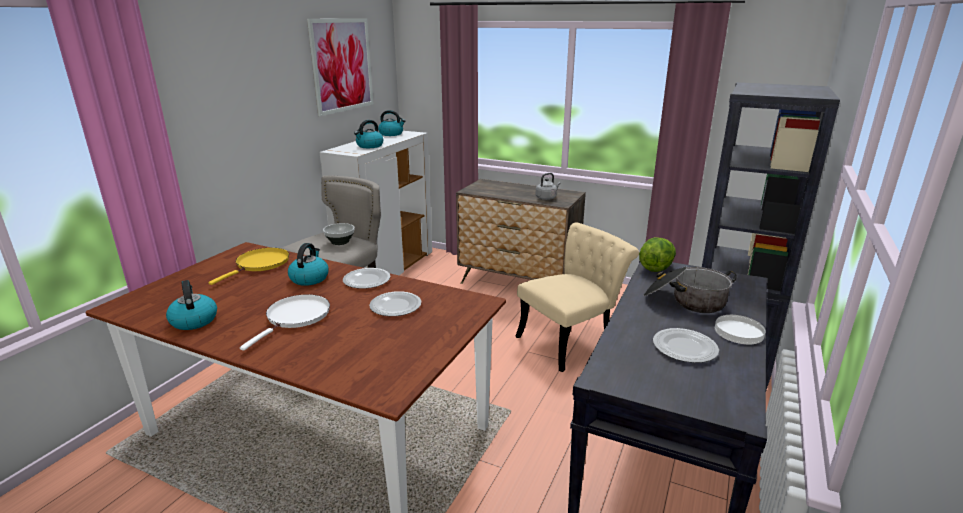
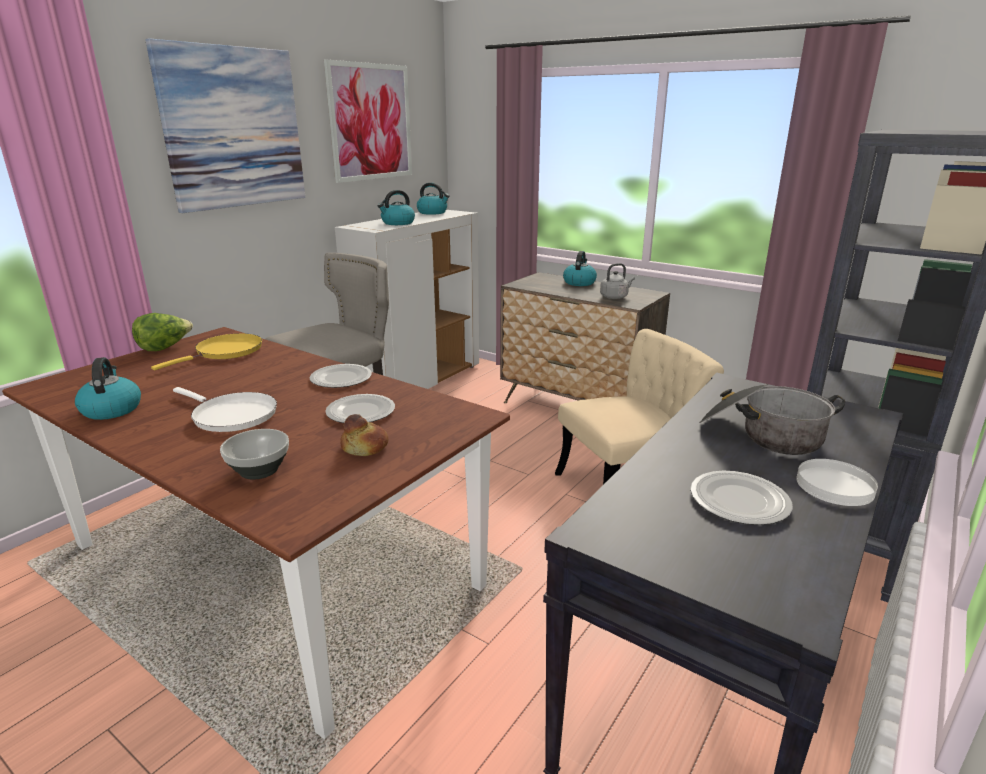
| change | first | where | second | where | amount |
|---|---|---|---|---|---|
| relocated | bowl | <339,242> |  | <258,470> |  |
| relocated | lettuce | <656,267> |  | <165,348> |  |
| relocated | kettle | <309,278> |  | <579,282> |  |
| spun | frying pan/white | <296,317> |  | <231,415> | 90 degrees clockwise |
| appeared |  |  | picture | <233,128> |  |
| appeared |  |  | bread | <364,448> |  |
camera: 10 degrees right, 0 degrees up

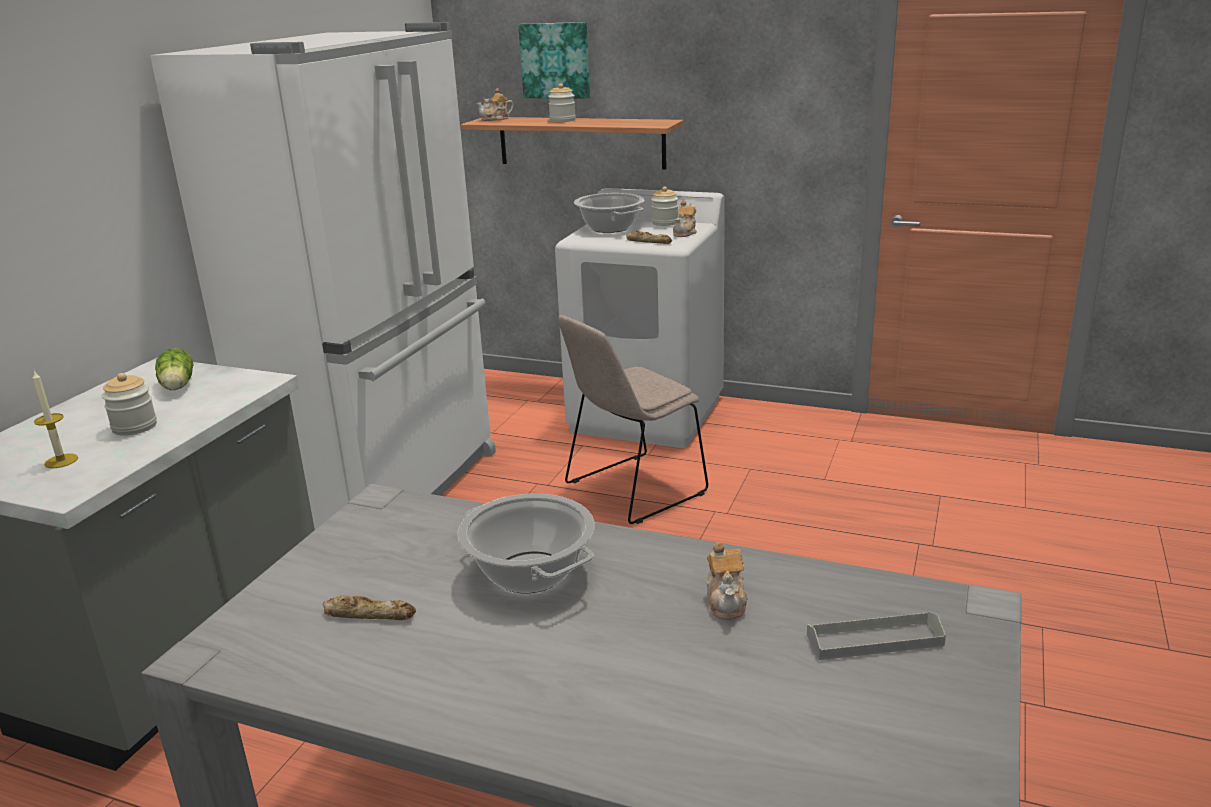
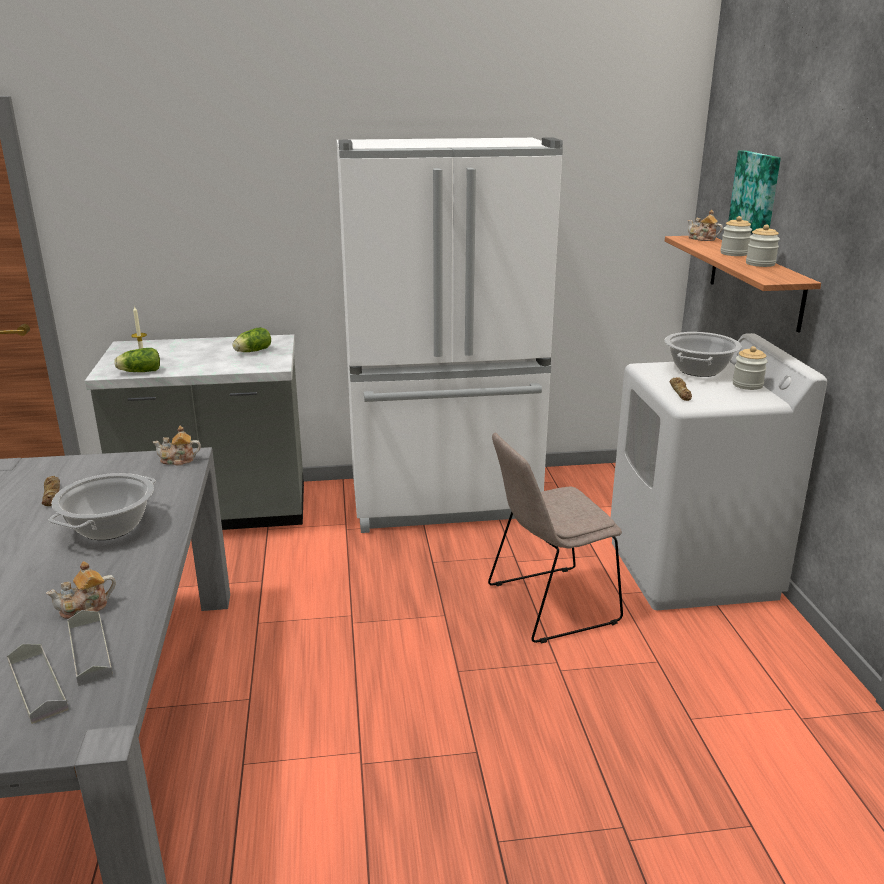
| change | first | where | second | where | amount |
|---|---|---|---|---|---|
| relocated | teapot | <685,233> |  | <178,460> |  |
| spun | chair/beige | <632,490> |  | <548,605> | 45 degrees counterclockwise |
| relocated | jar | <134,427> |  | <760,264> |  |
| appeared |  |  | lettuce | <139,372> |  |
| appeared |  |  | tray/grey | <90,651> |  |
camera: 60 degrees right, 0 degrees up

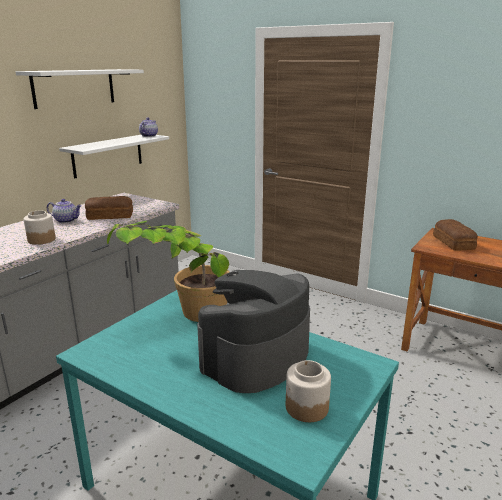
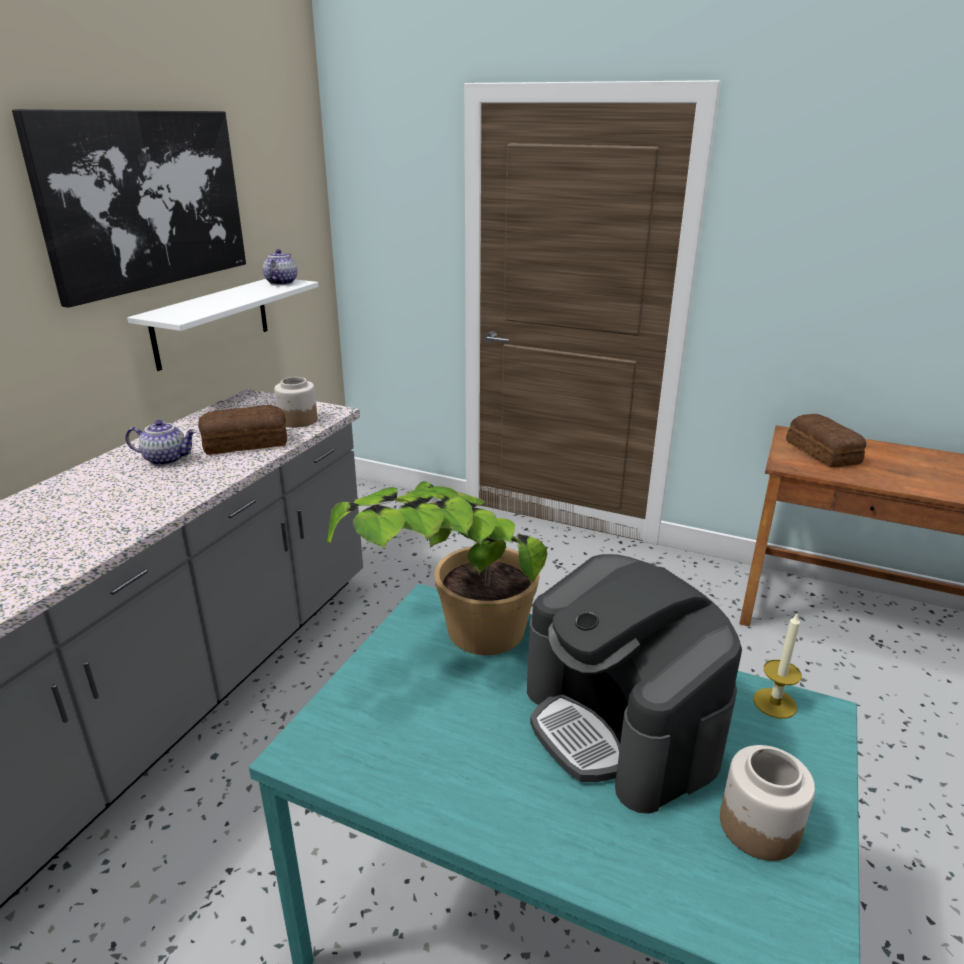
| change | first | where | second | where | amount |
|---|---|---|---|---|---|
| exchanged | shelf/white | <74,88> | picture | <146,200> |  |
| relocated | jar | <41,240> |  | <297,420> |  |
| spun | coffee machine | <255,357> |  | <621,724> | 60 degrees counterclockwise |
| appeared |  |  | candle | <774,703> |  |
camera: 10 degrees left, 5 degrees up

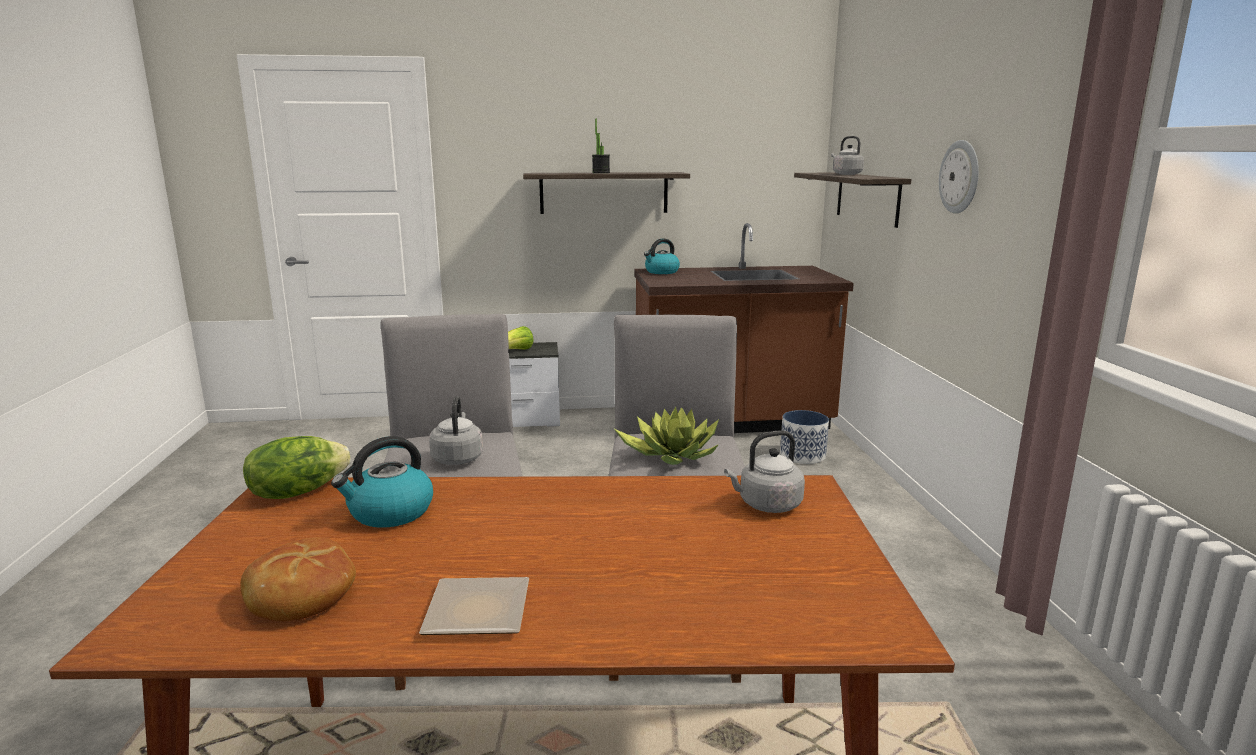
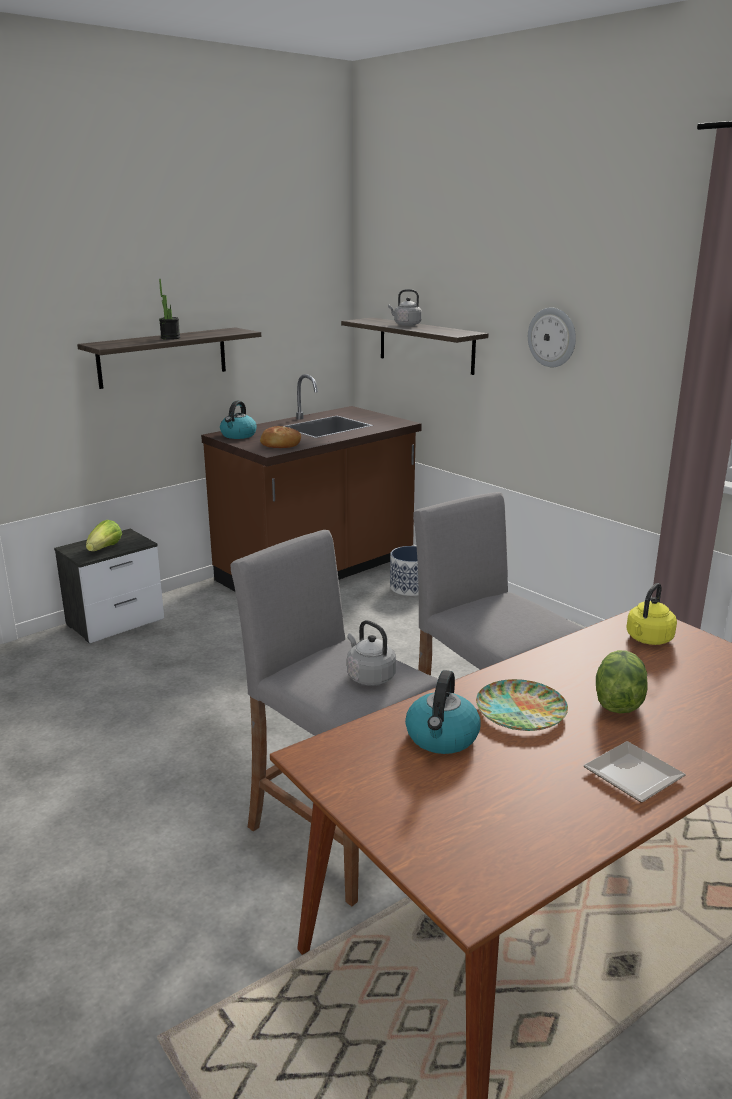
| change | first | where | second | where | amount |
|---|---|---|---|---|---|
| missing | potted plant | <671,454> |  |  |  |
| colour | kettle/grey | <767,505> | kettle/yellow | <648,639> |  |
| relocated | lettuce | <297,492> |  | <617,701> |  |
| relocated | bread | <300,595> |  | <280,445> |  |
| appeared |  |  | plate | <520,711> |  |
camera: 35 degrees left, 5 degrees up

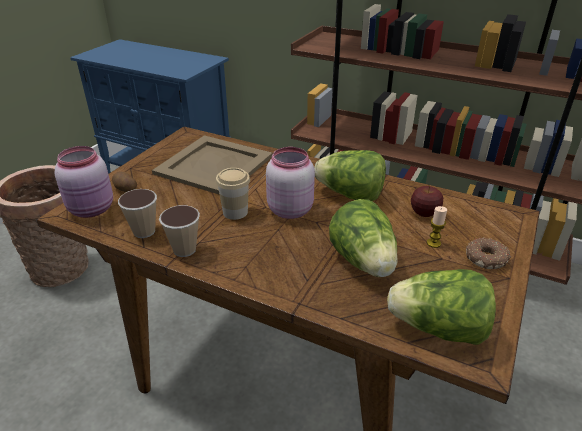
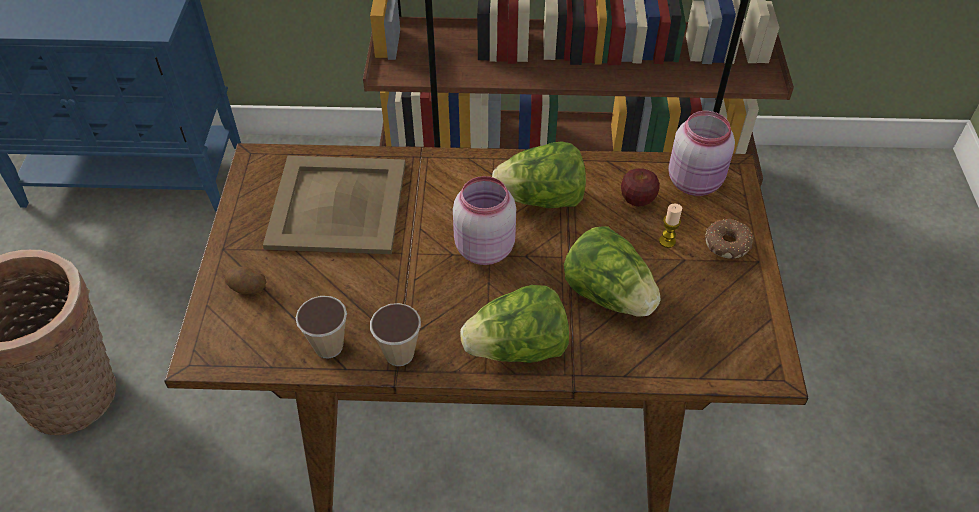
| change | first | where | second | where | amount |
|---|---|---|---|---|---|
| relocated | jar/pink | <93,209> |  | <696,182> |  |
| missing | cup | <235,212> |  |  |  |
| relocated | lettuce | <438,329> |  | <517,348> |  |
camera: 25 degrees left, 15 degrees up

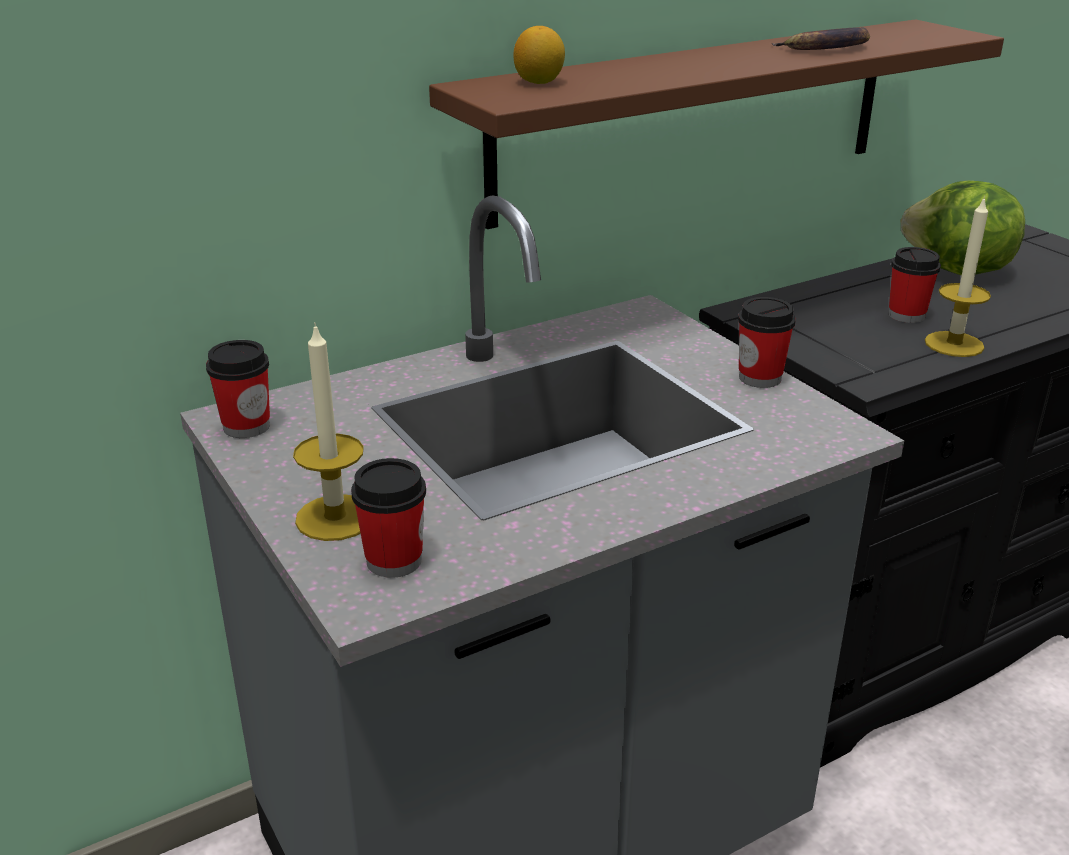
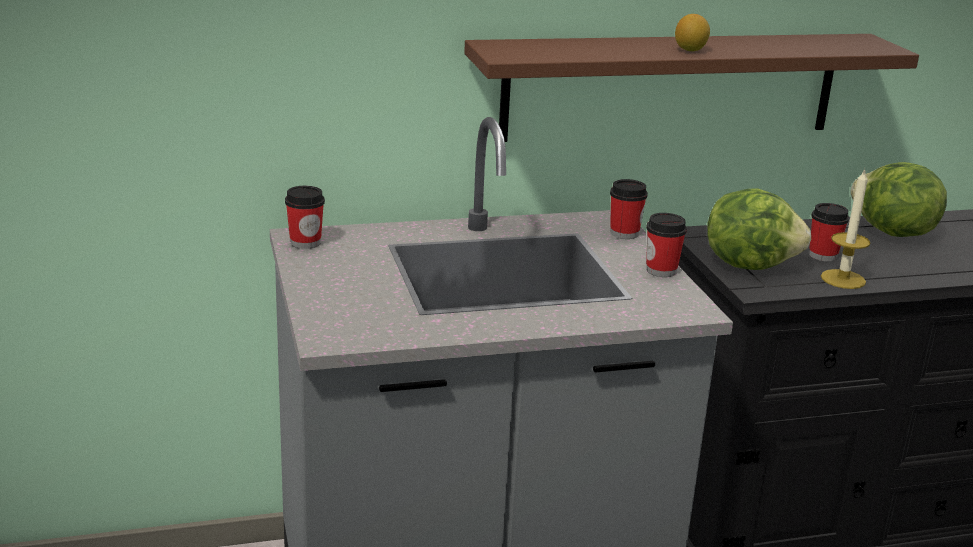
| change | first | where | second | where | amount |
|---|---|---|---|---|---|
| relocated | lemon | <539,82> |  | <690,50> |  |
| missing | banana | <827,48> |  |  |  |
| missing | candle | <335,517> |  |  |  |
| relocated | cup | <394,560> |  | <624,233> |  |
| appeared |  |  | lettuce | <749,264> |  |
camera: 15 degrees right, 5 degrees down

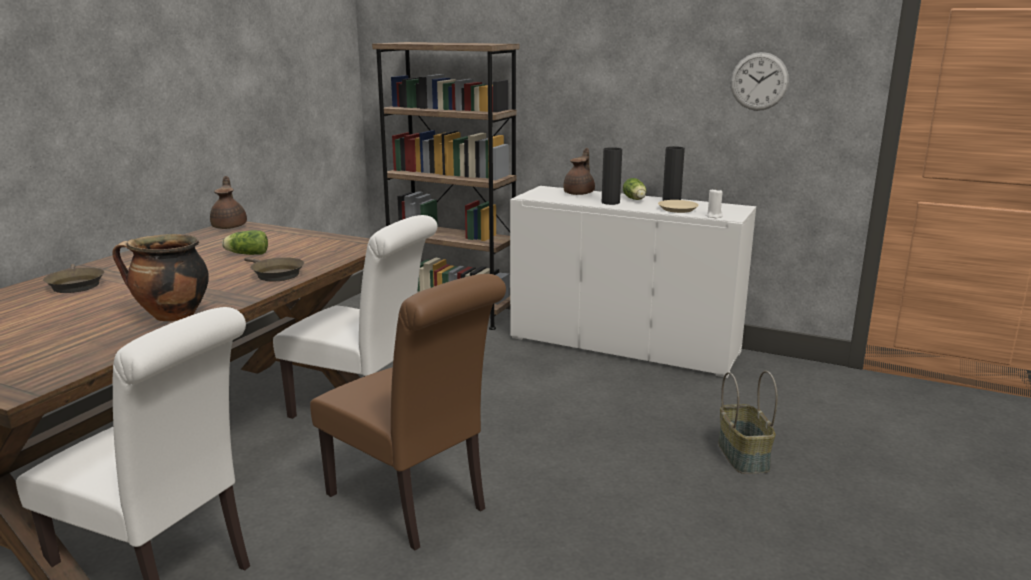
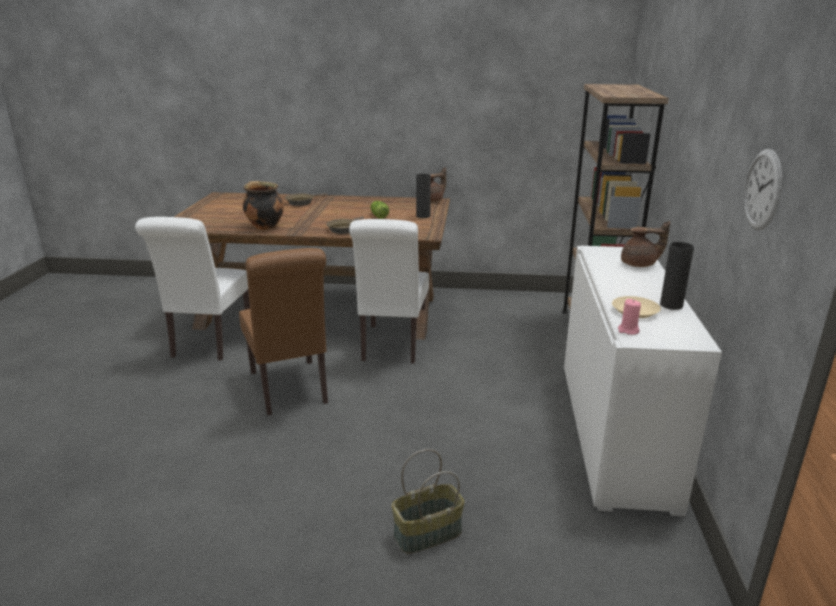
| change | first | where | second | where | amount |
|---|---|---|---|---|---|
| relocated | vase/black | <610,202> |  | <423,216> |  |
| missing | lettuce | <635,199> |  |  |  |
| colour | candle/white | <714,216> | candle/pink | <628,330> |  |
| spun | chair/brown | <413,504> |  | <290,390> | 45 degrees counterclockwise |
camera: 70 degrees right, 5 degrees up

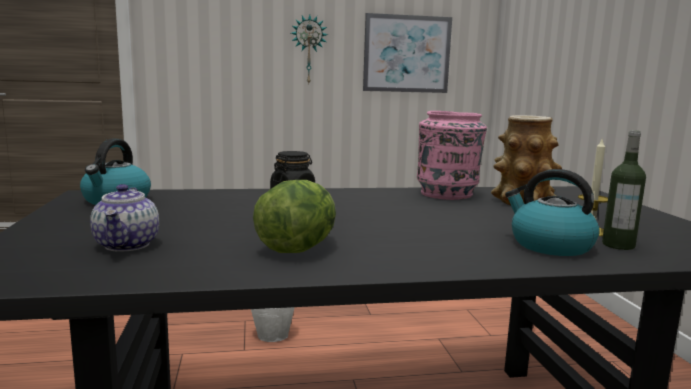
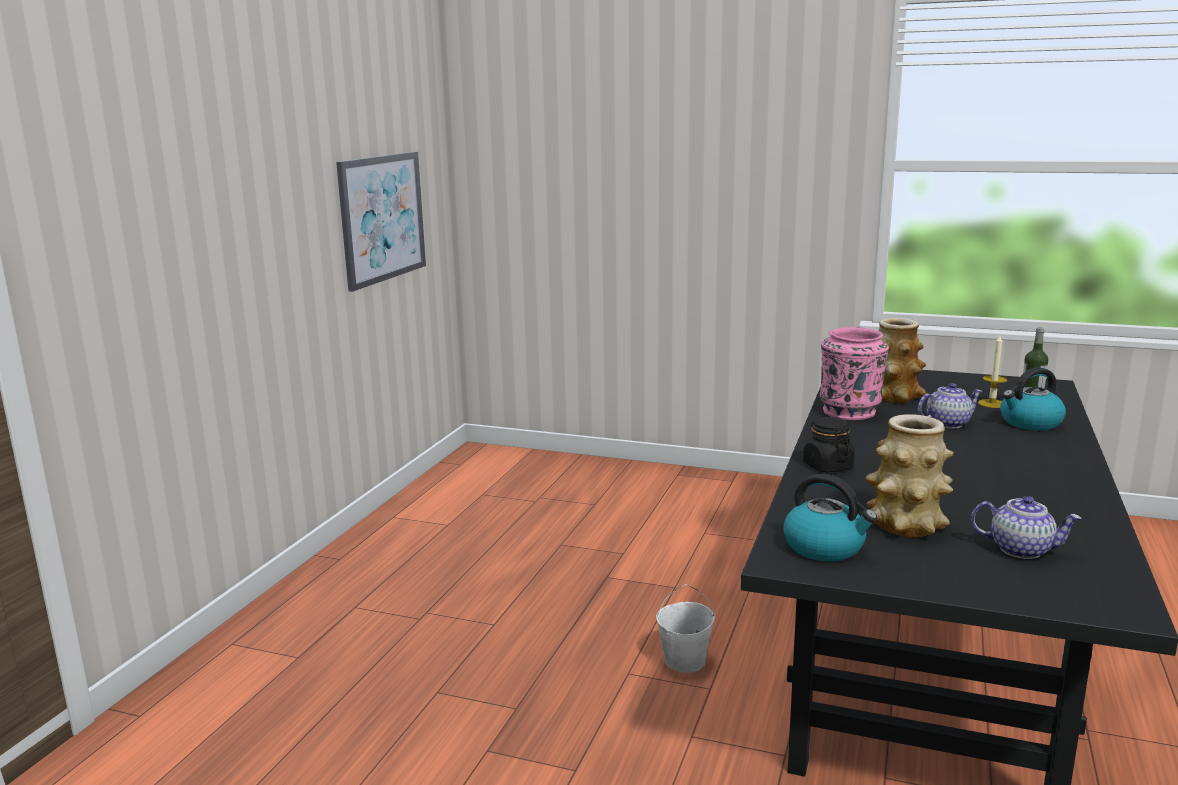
| change | first | where | second | where | amount |
|---|---|---|---|---|---|
| missing | wall clock | <308,49> |  |  |  |
| missing | lettuce | <297,248> |  |  |  |
| appeared |  |  | teapot | <948,423> |  |
| appeared |  |  | vase | <905,525> |  |
camera: 60 degrees left, 5 degrees up

